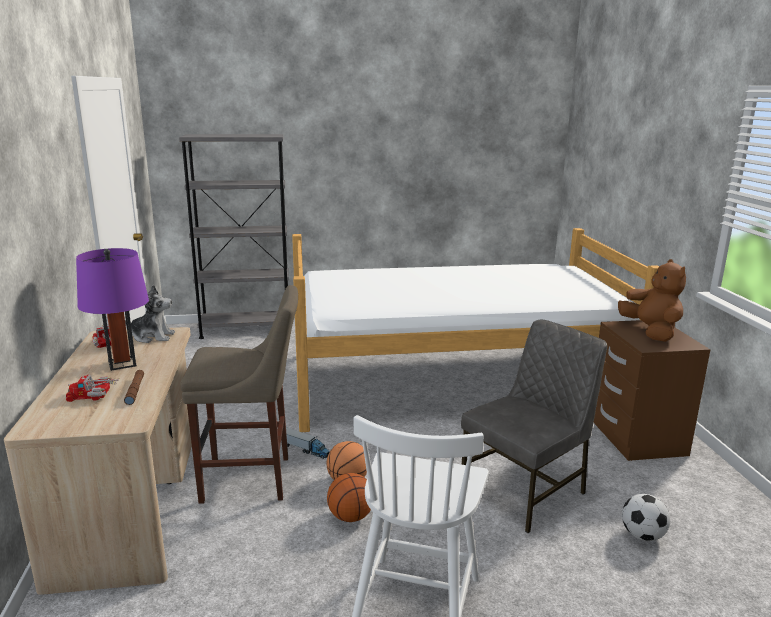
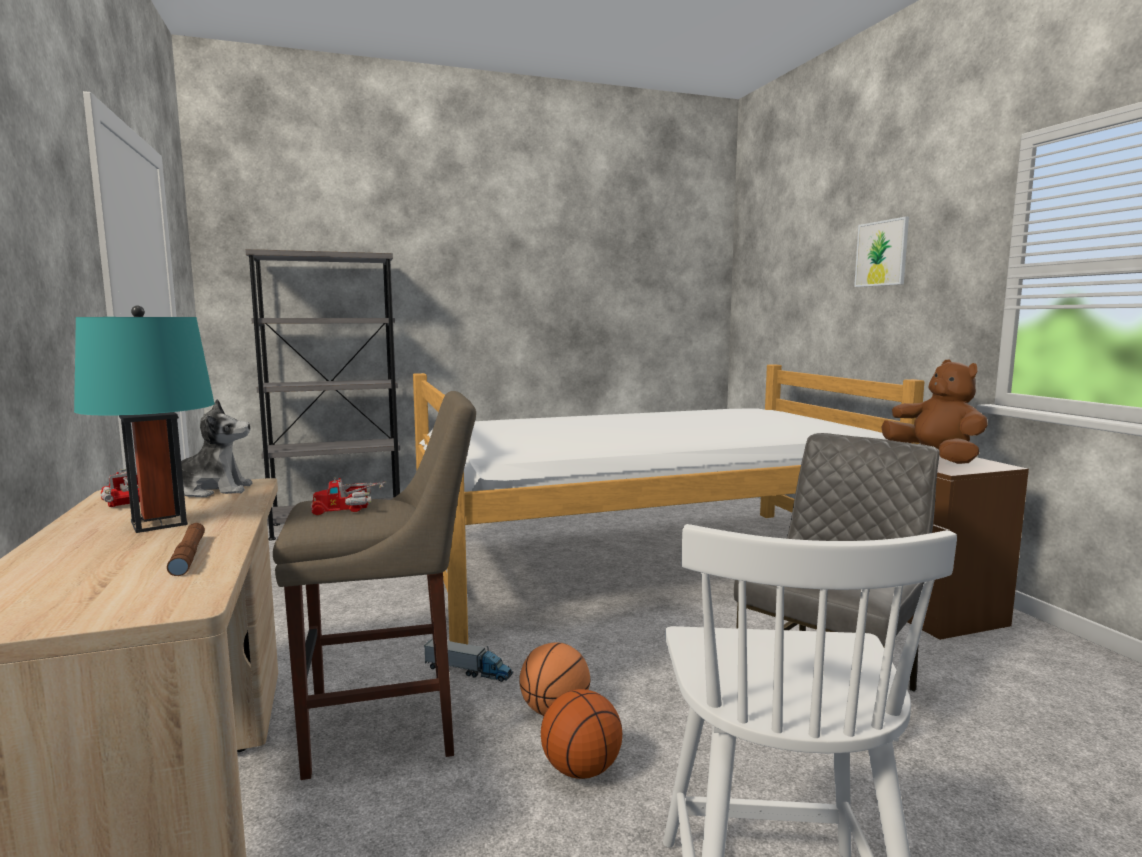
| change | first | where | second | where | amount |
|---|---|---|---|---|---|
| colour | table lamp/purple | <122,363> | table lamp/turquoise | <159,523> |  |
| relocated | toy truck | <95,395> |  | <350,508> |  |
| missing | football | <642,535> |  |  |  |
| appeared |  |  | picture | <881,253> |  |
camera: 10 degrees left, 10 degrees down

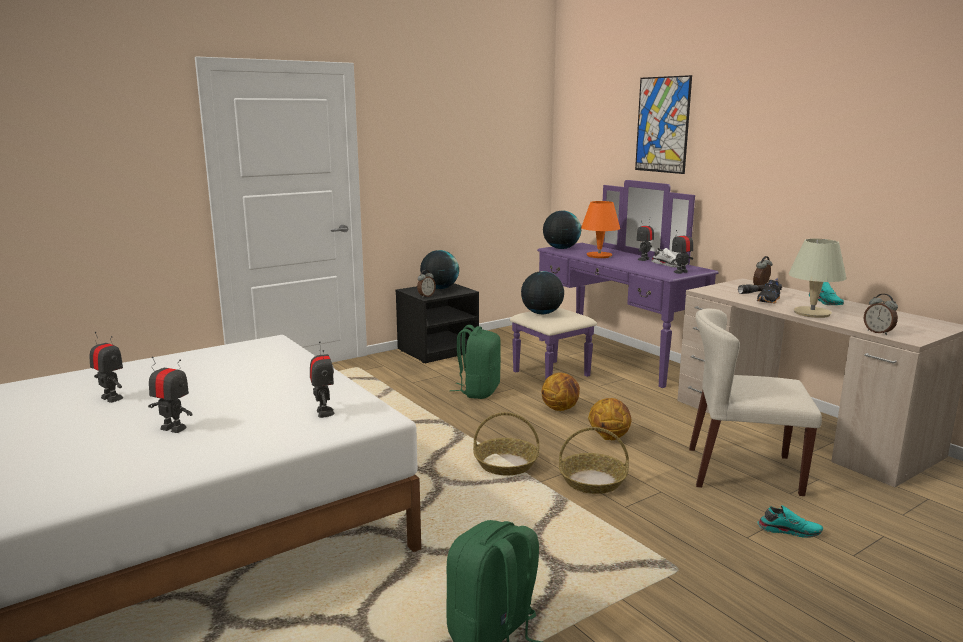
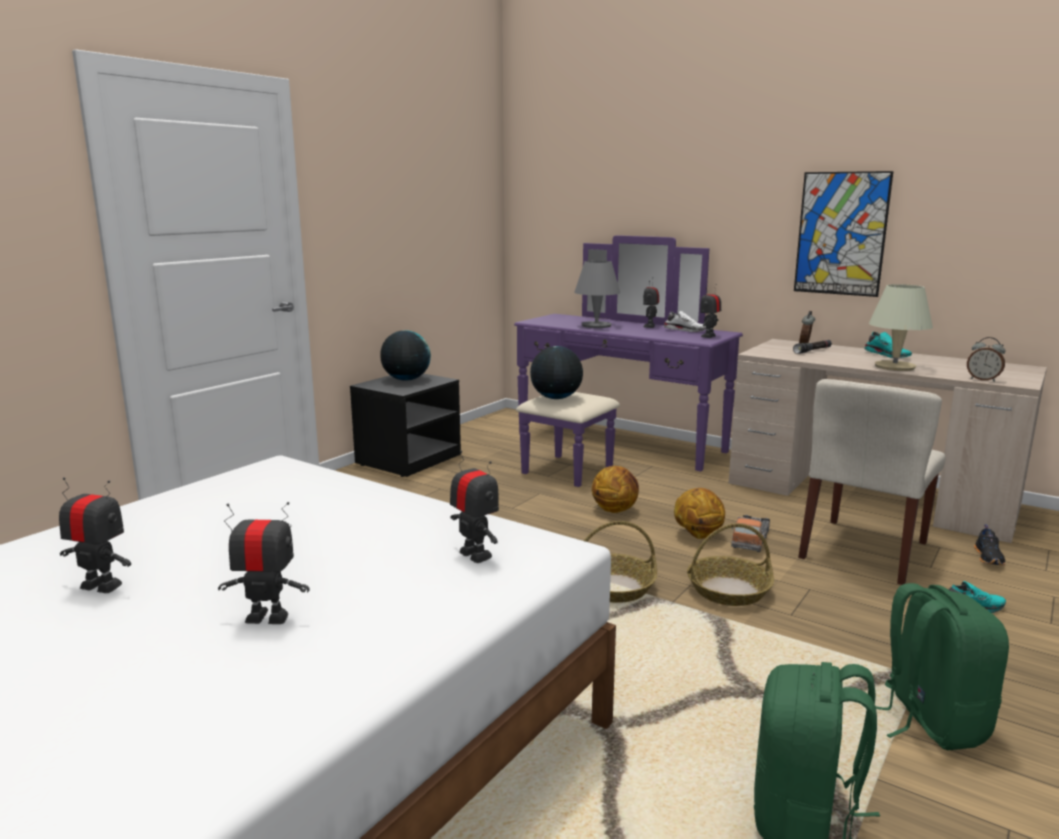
| change | first | where | second | where | amount |
|---|---|---|---|---|---|
| relocated | picture | <662,125> |  | <841,234> |  |
| colour | table lamp/orange | <599,255> | table lamp/grey | <596,325> |  |
| missing | globe | <561,248> |  |  |  |
| missing | alarm clock | <426,296> |  |  |  |
| relocated | shoe/black | <769,301> |  | <989,558> |  |
| spun | chair/beige | <742,471> |  | <864,551> | 45 degrees counterclockwise |
| relocated | backpack/green | <478,391> |  | <929,721> |  |
| appeared |  |  | toy truck | <750,540> |  |
camera: 20 degrees left, 0 degrees up

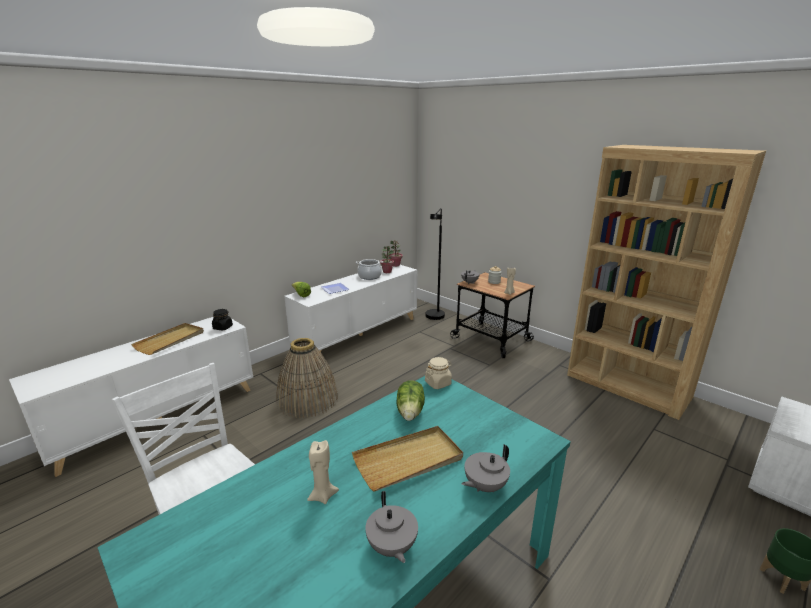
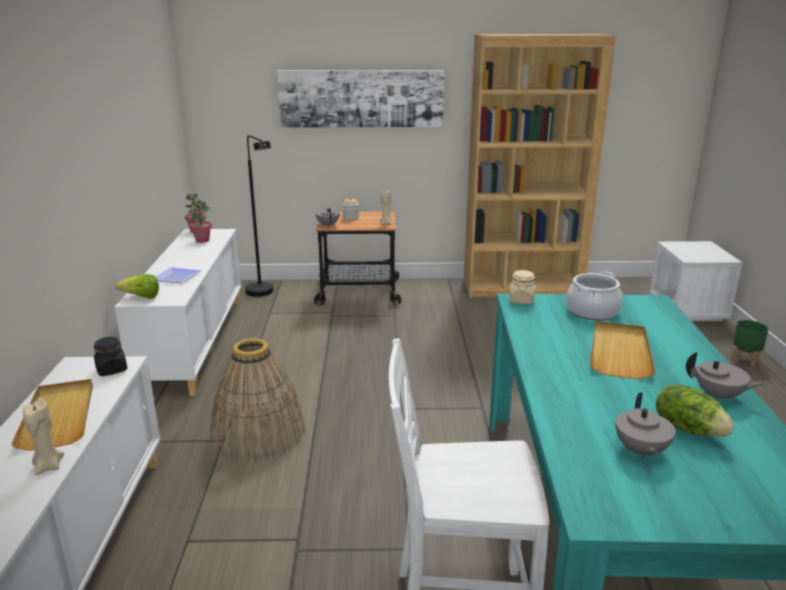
| change | first | where | second | where | amount |
|---|---|---|---|---|---|
| relocated | cooking pot | <369,276> |  | <592,312> |  |
| relocated | lettuce | <411,412> |  | <688,428> |  |
| relocated | candle/beige | <322,496> |  | <48,466> |  |
| relocated | teapot/grey | <484,486> |  | <640,451> |  |
| appeared |  |  | picture | <361,98> |  |
camera: 45 degrees left, 0 degrees up

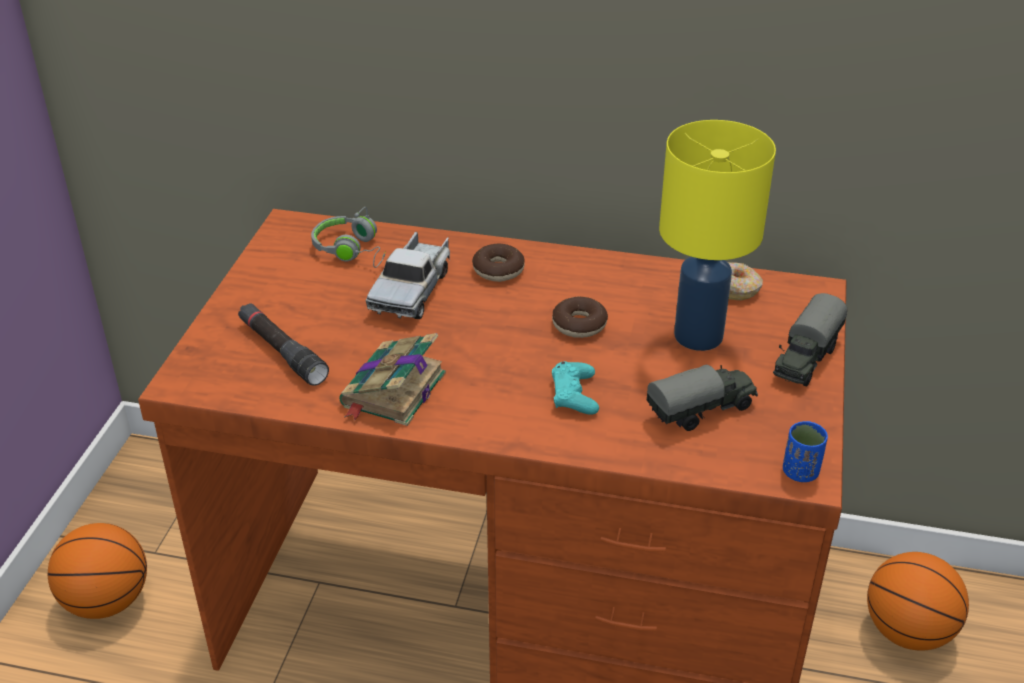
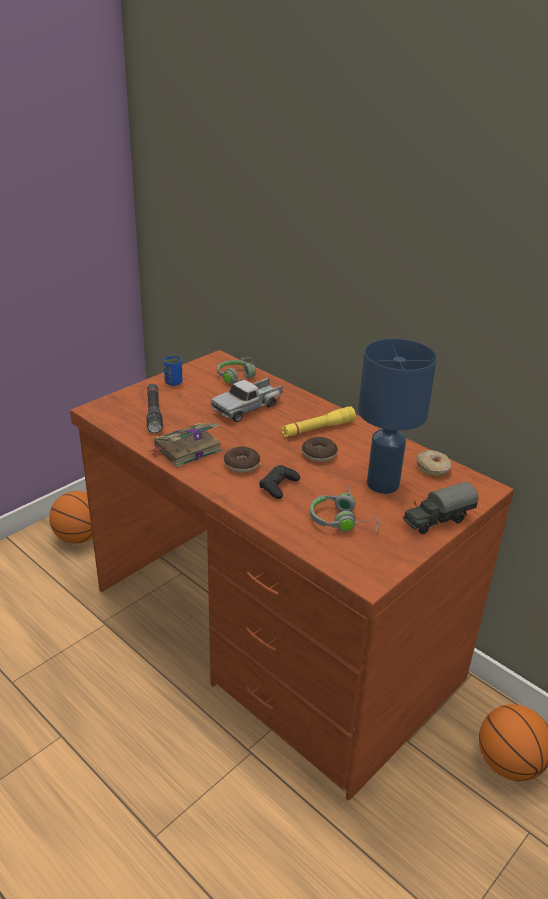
| change | first | where | second | where | amount |
|---|---|---|---|---|---|
| colour | table lamp/yellow | <698,335> | table lamp/blue | <383,484> |  |
| relocated | donut | <498,270> |  | <241,464> |  |
| colour | game controller/turquoise | <574,395> | game controller/black | <278,486> |  |
| exchanged | toy truck | <702,411> | headphones/grey | <342,521> |  |
| relocated | cup/blue | <800,472> |  | <173,382> |  |
| appeared |  |  | flashlight/yellow | <318,429> |  |
camera: 30 degrees right, 5 degrees down

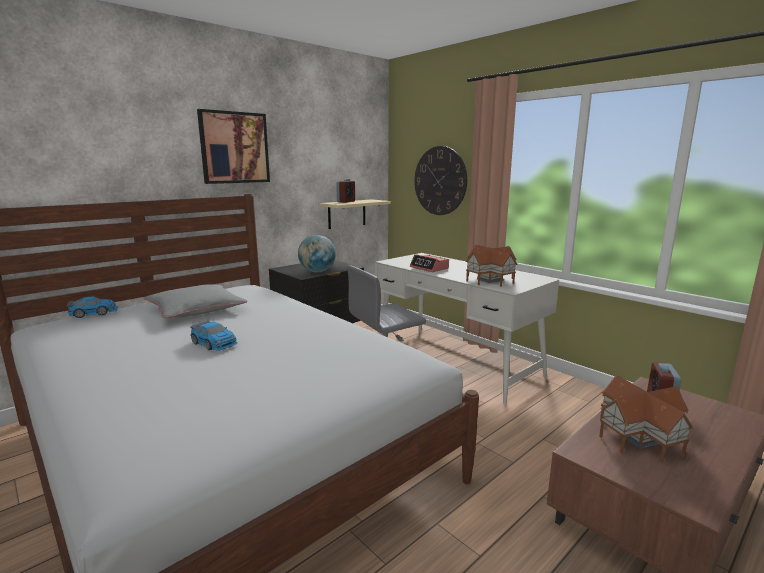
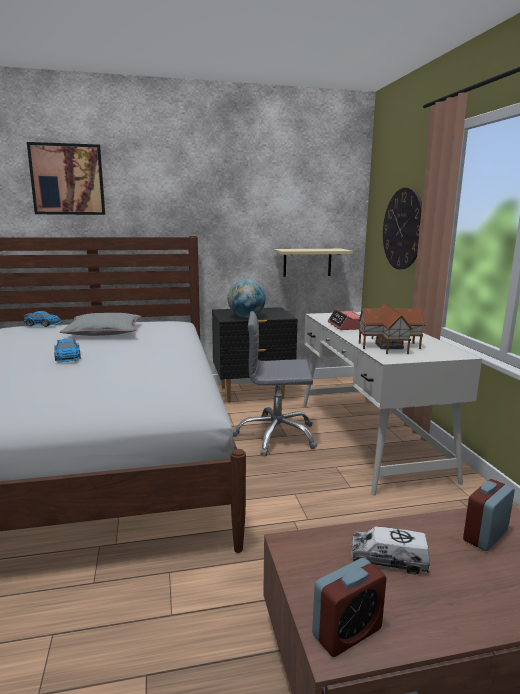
| change | first | where | second | where | amount |
|---|---|---|---|---|---|
| relocated | picture | <234,148> |  | <67,179> |  |
| relocated | alarm clock | <346,201> |  | <347,632> |  |
| exchanged | toy house | <641,438> | toy truck | <388,560> |  |
camera: 30 degrees right, 0 degrees up

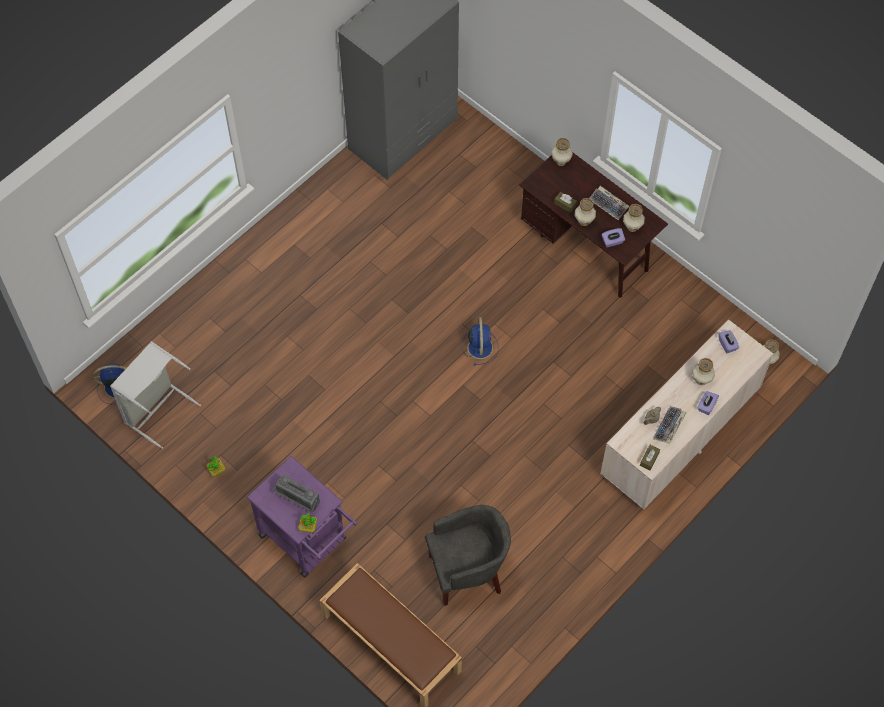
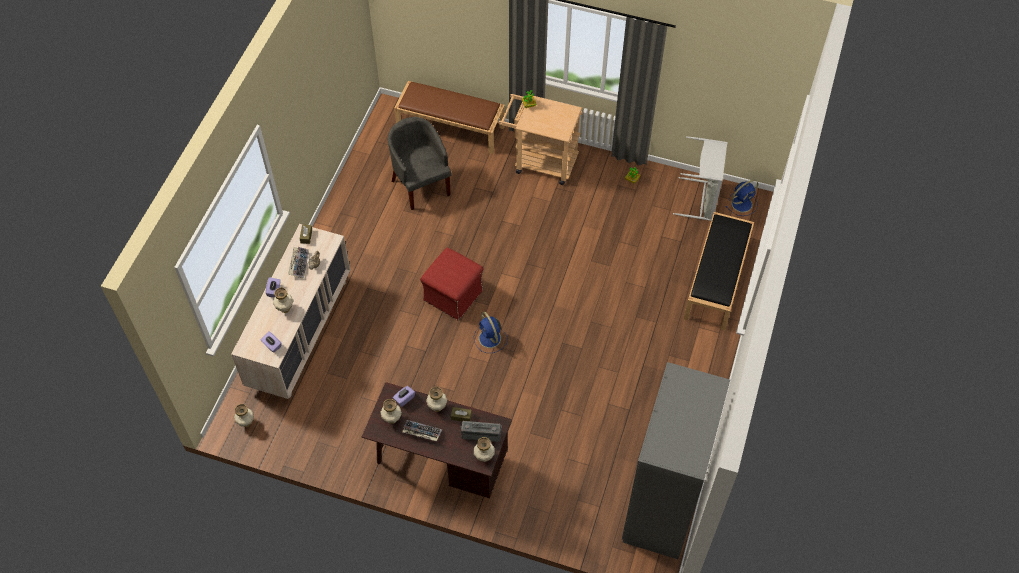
| change | first | where | second | where | amount |
|---|---|---|---|---|---|
| colour | cart/purple | <308,541> | cart/beige | <540,162> |  |
| relocated | radio | <297,499> |  | <481,433> |  |
| spun | armchair/grey | <467,571> |  | <420,185> | 105 degrees clockwise |
| appeared |  |  | bench/black | <717,280> |  |
| appeared |  |  | ottoman/red | <453,295> |  |
camera: 155 degrees right, 5 degrees down

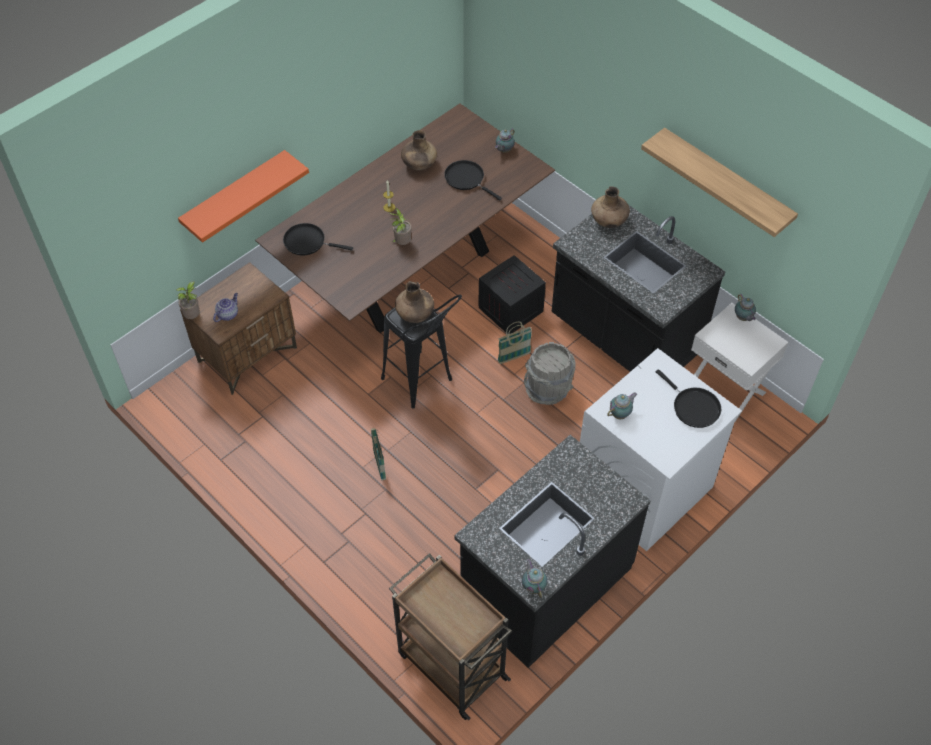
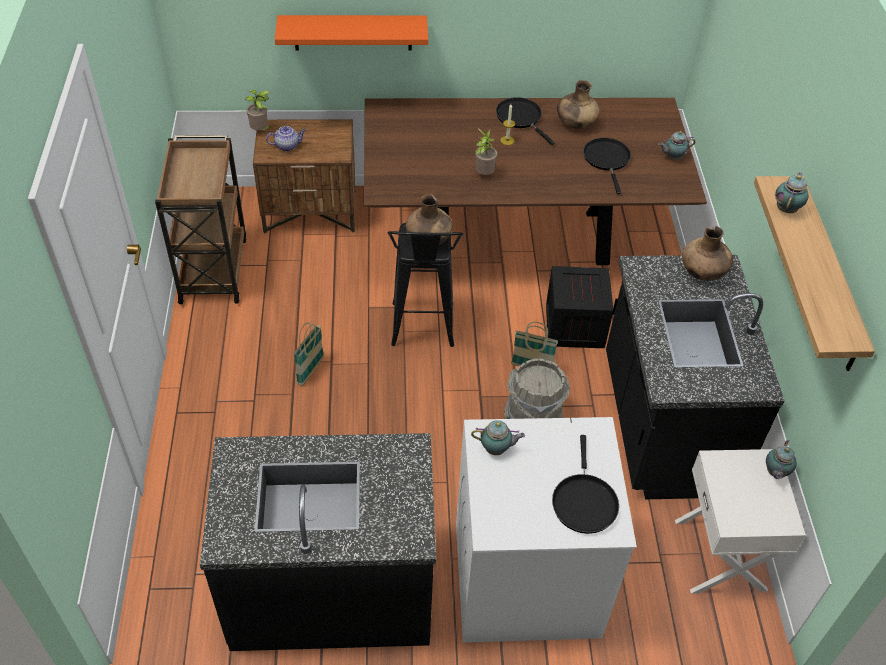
| change | first | where | second | where | amount |
|---|---|---|---|---|---|
| relocated | frying pan/black | <308,242> |  | <520,118> |  |
| relocated | cart/brown | <451,664> |  | <213,268> |  |
| relocated | teapot | <533,586> |  | <787,208> |  |
camera: 40 degrees right, 5 degrees down

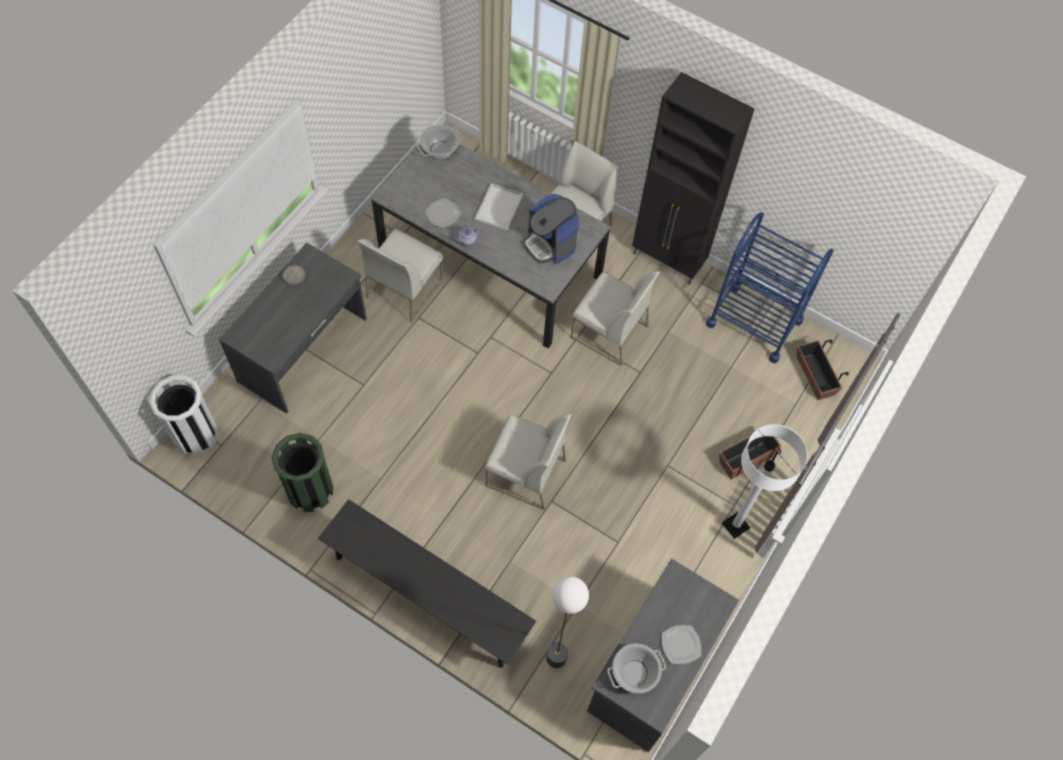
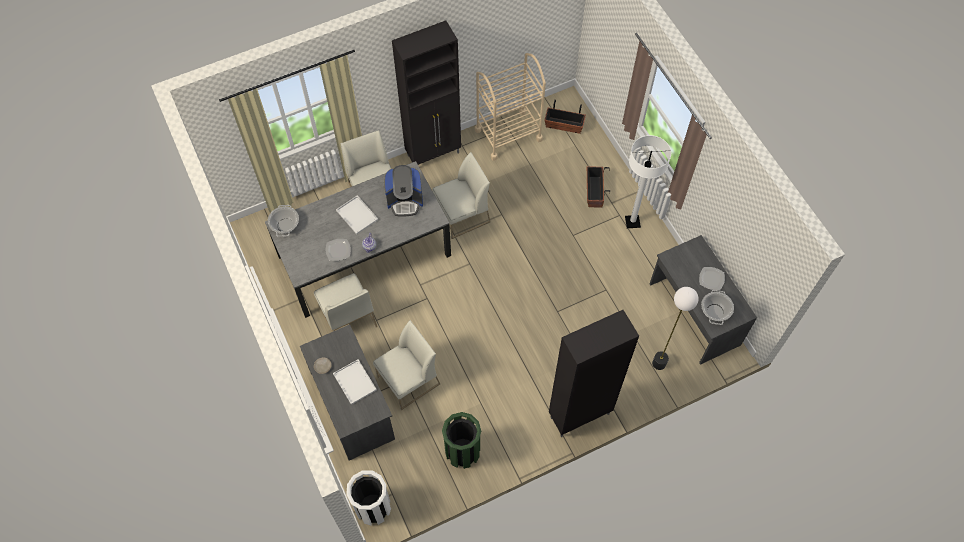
| change | first | where | second | where | amount |
|---|---|---|---|---|---|
| colour | cart/blue | <754,322> | cart/beige | <508,134> |  |
| relocated | chair/white | <525,473> |  | <408,381> |  |
| exchanged | bench/black | <428,596> | cabinet/black | <578,415> |  |
| appeared |  |  | tray/white | <355,382> |  |
camera: 55 degrees left, 0 degrees up

